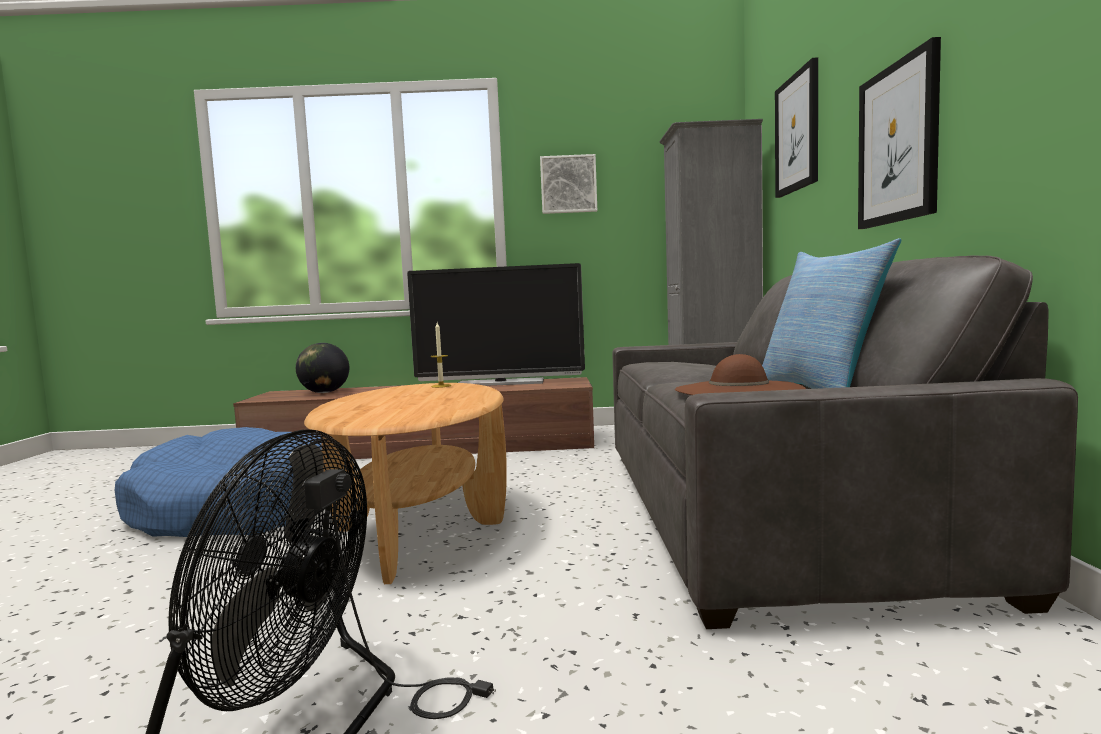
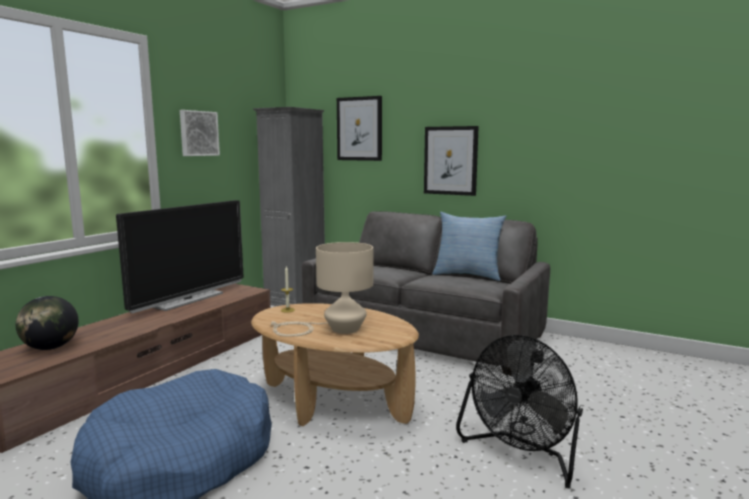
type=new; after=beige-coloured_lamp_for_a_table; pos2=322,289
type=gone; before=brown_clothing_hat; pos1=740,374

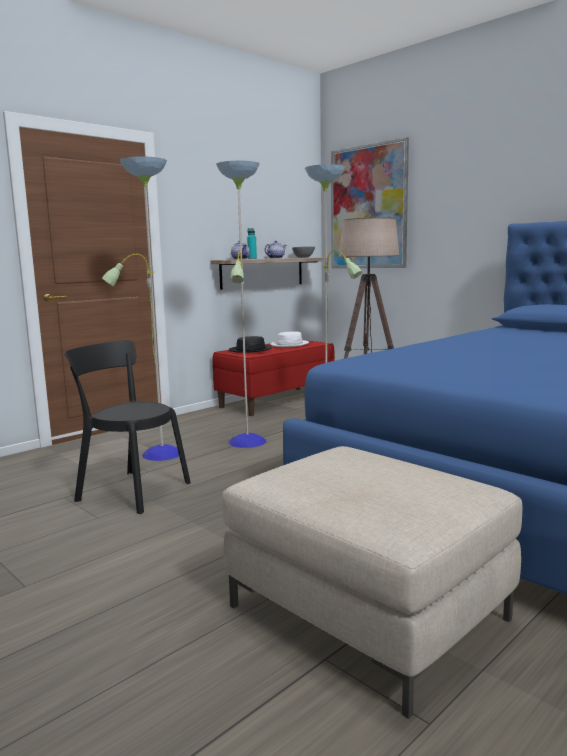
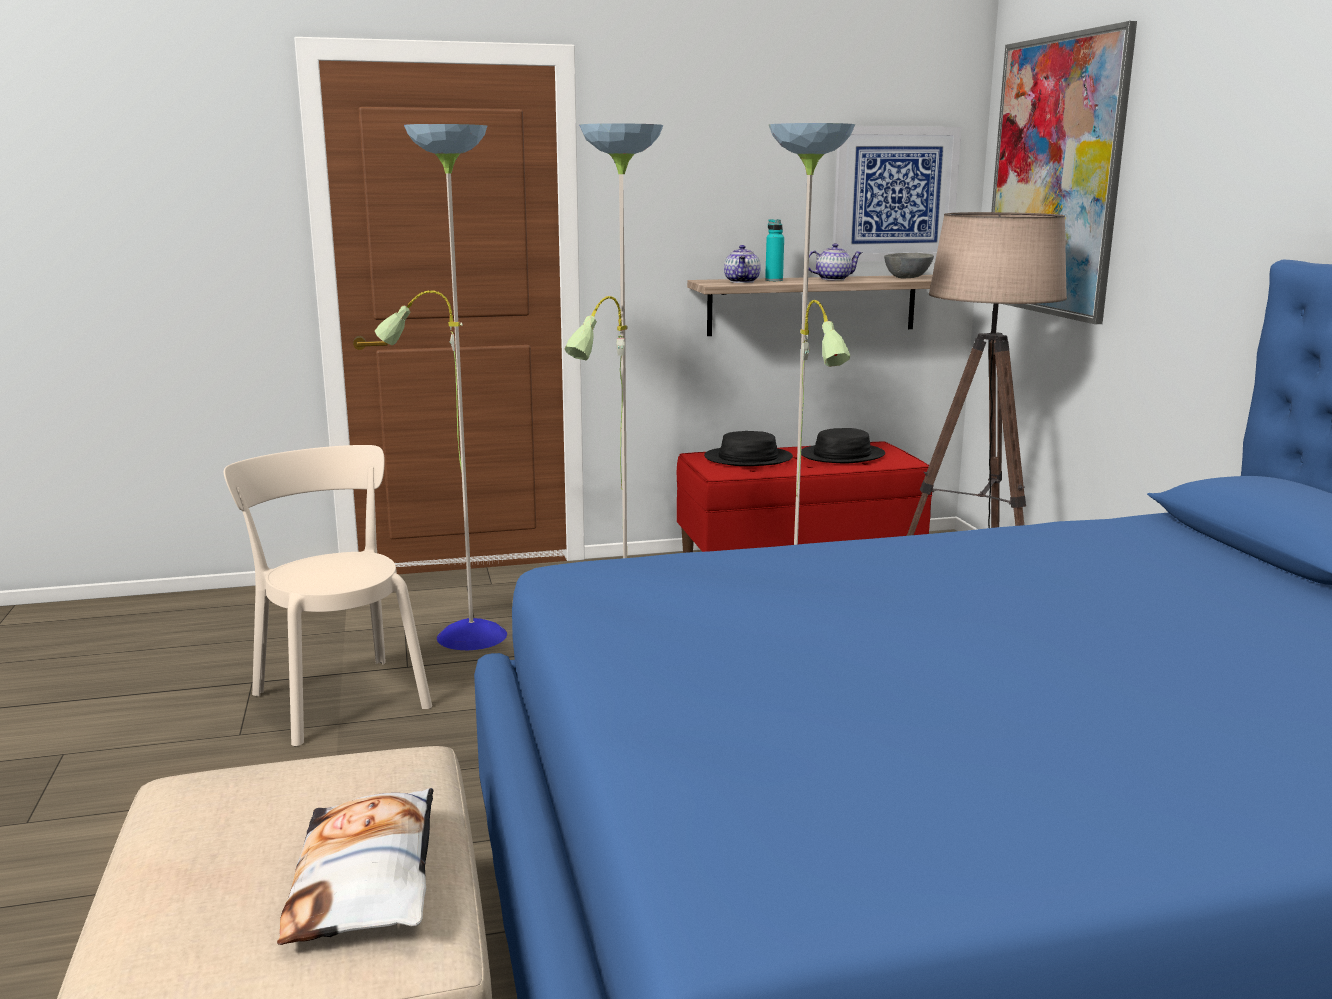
type=repainted; before=blackish_upright_chair; after=beige-coloured_upright_chair; pos1=127,427; pos2=328,596
type=new; after=throw_pillow; pos2=355,866
type=repainted; before=white_clothing_hat; after=blackish_clothing_hat; pos1=289,339; pos2=843,445
type=new; after=picture; pos2=897,193

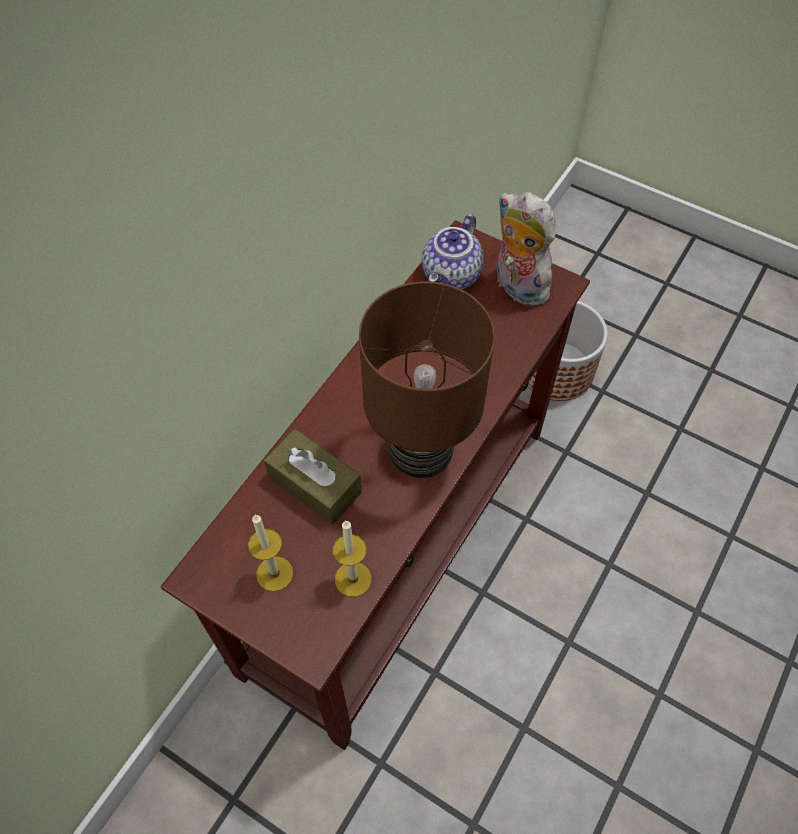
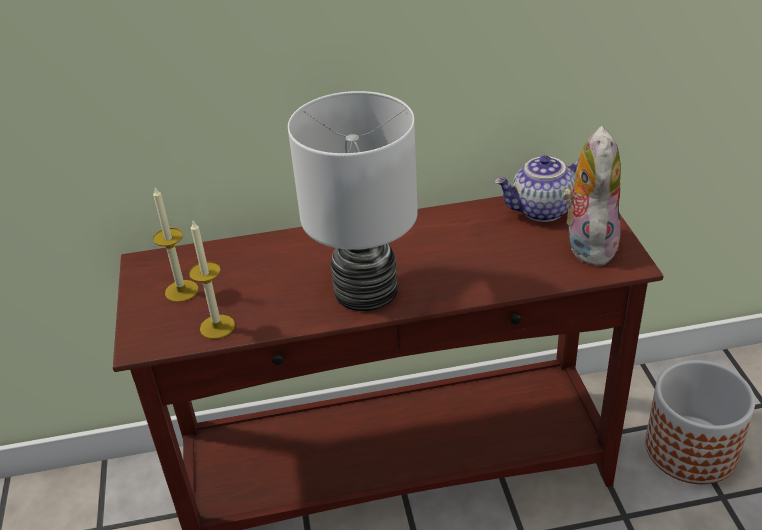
type=repainted; before=brown_lamp_for_a_table; after=white_lamp_for_a_table; pos1=427,379; pos2=353,201
type=gone; before=brown_tissue_box; pos1=313,477

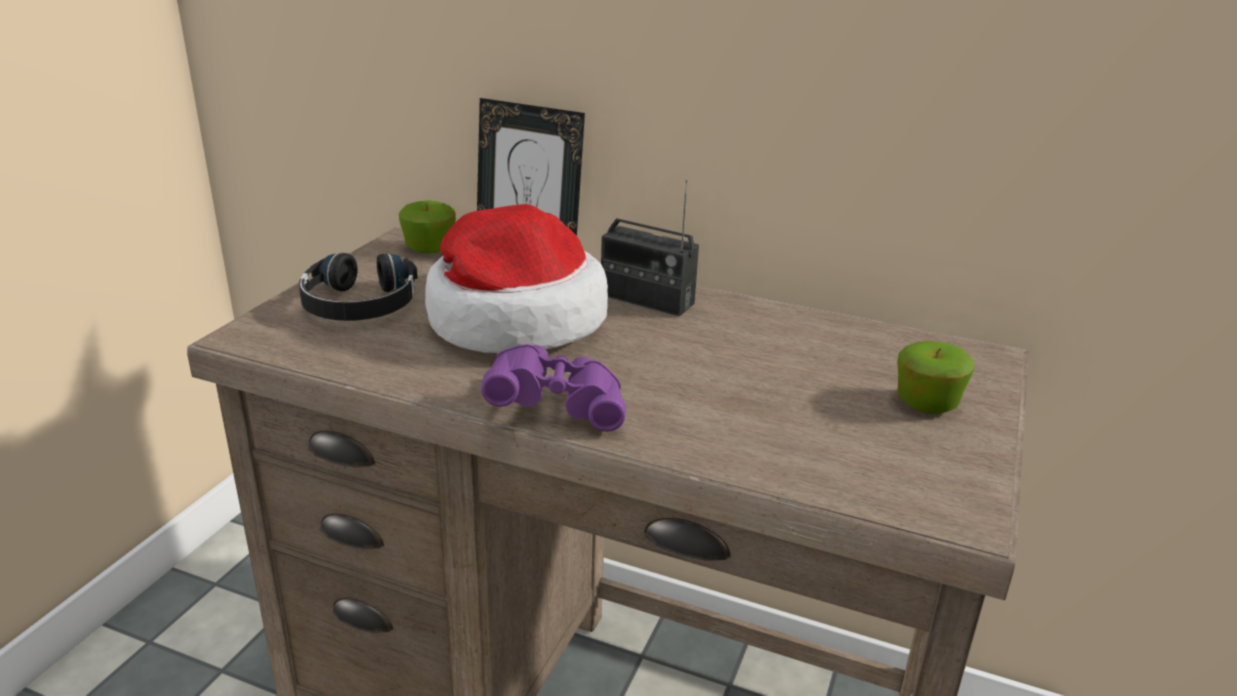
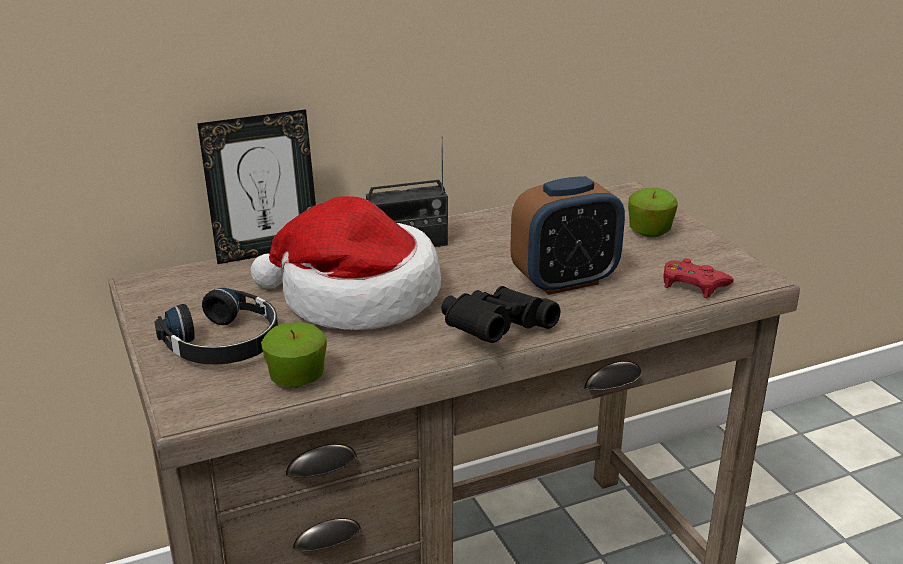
type=shifted; before=whole_apple; pos1=427,227; pos2=294,354
type=repainted; before=purple-coloured_binoculars; after=blackish_binoculars; pos1=553,388; pos2=500,314
type=new; after=alarm_clock; pos2=567,235
type=new; after=red_joypad; pos2=699,278

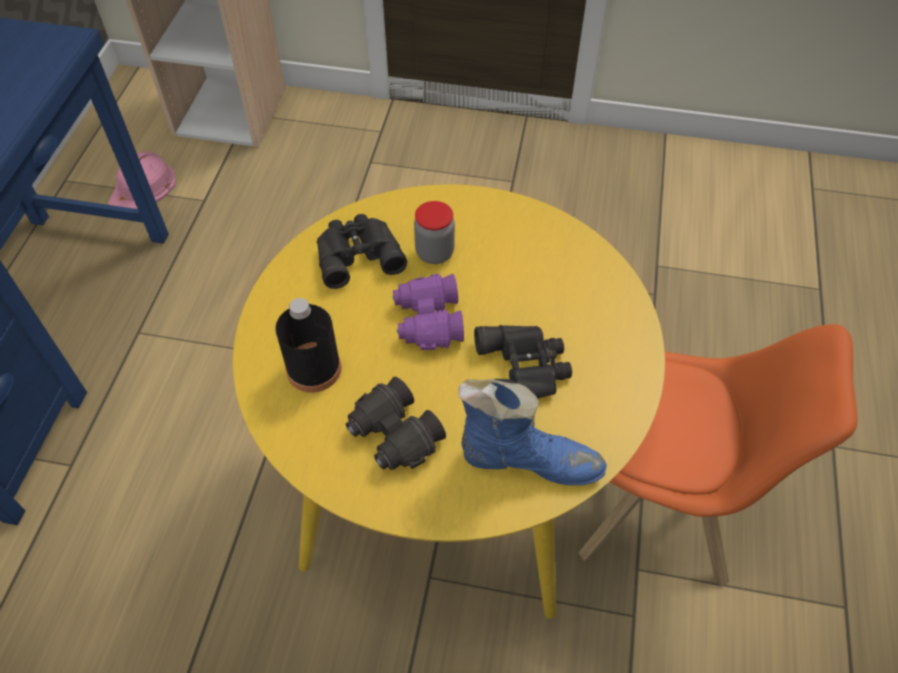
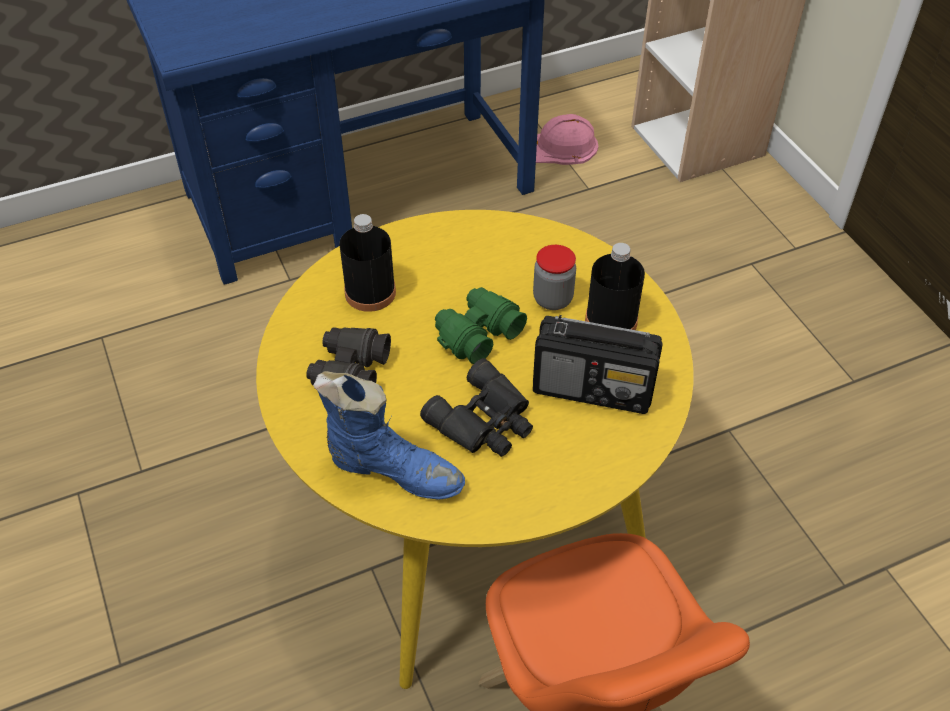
type=rotated; before=bluish_boot; pos1=533,432; pos2=389,435; turn=-45
type=repainted; before=purple-coloured_binoculars; after=green_binoculars; pos1=428,311; pos2=481,325
type=new; after=radio; pos2=597,364
type=new; after=blackish_drink_bottle; pos2=615,286
type=gone; before=blackish_binoculars; pos1=362,251

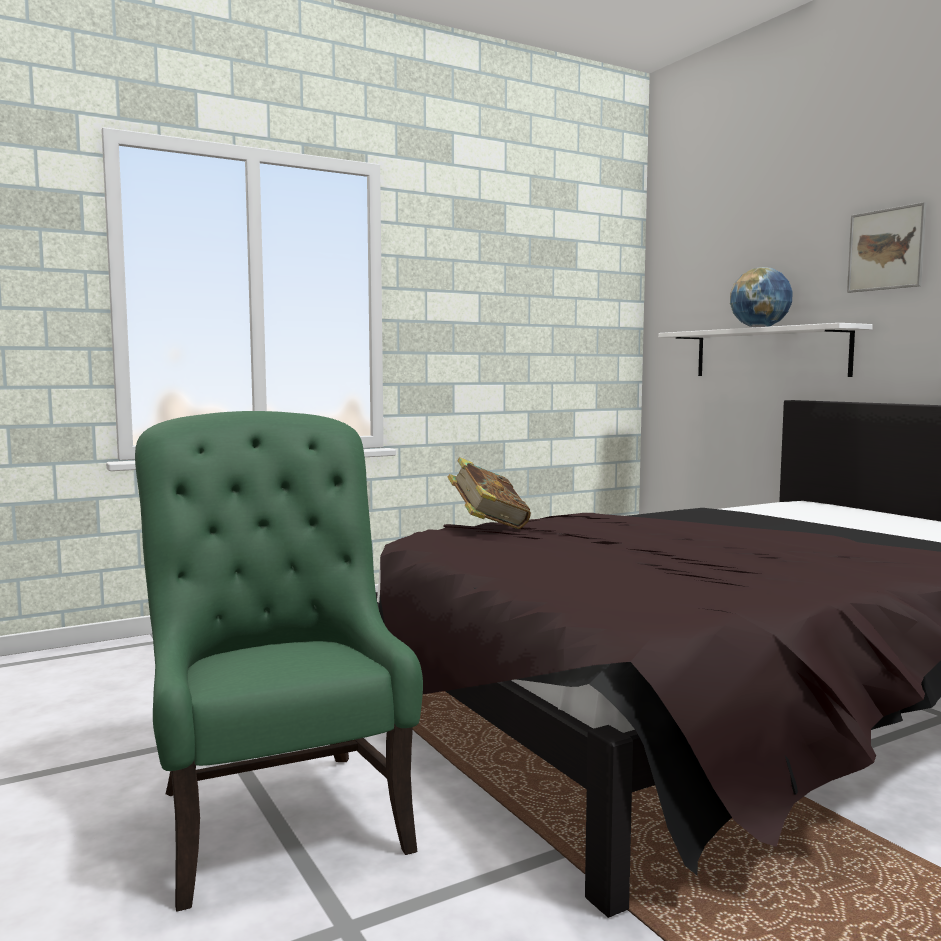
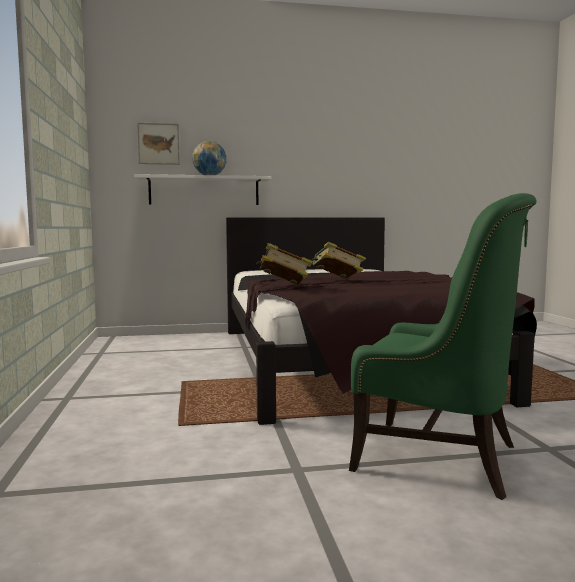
type=shifted; before=picture; pos1=887,247; pos2=158,144
type=new; after=book; pos2=339,260
type=rotated; before=green_upright_chair; pos1=279,661; pos2=443,346; turn=-150

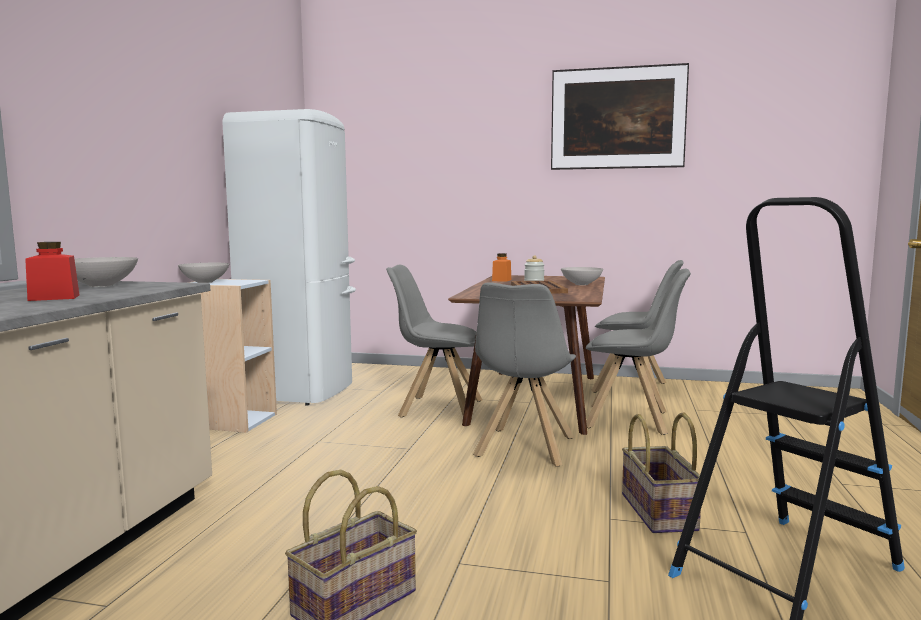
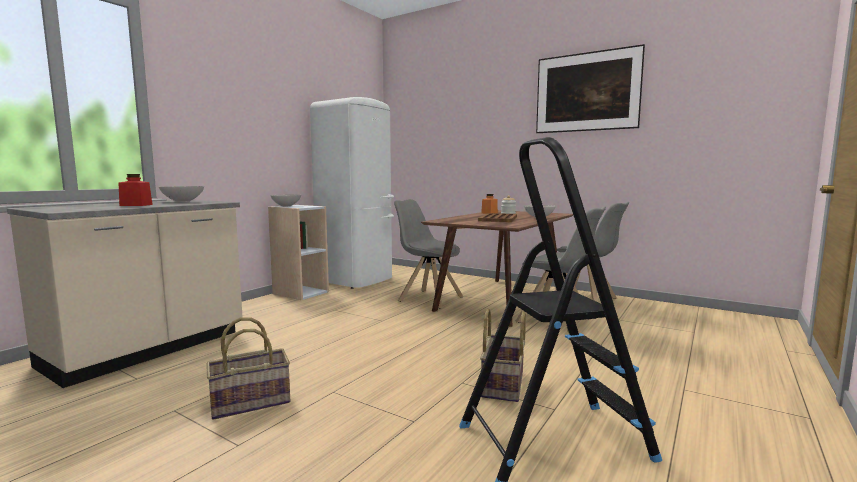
type=gone; before=grey_upright_chair; pos1=524,374

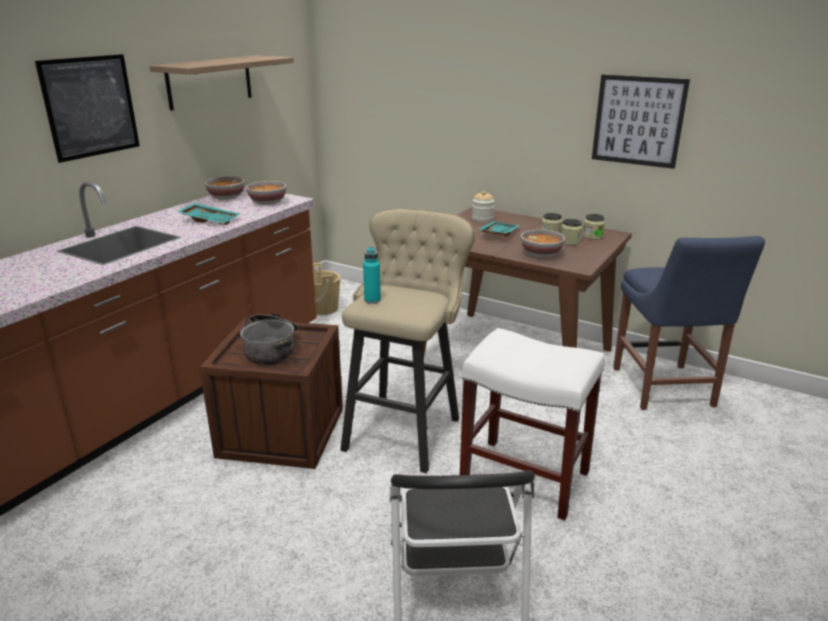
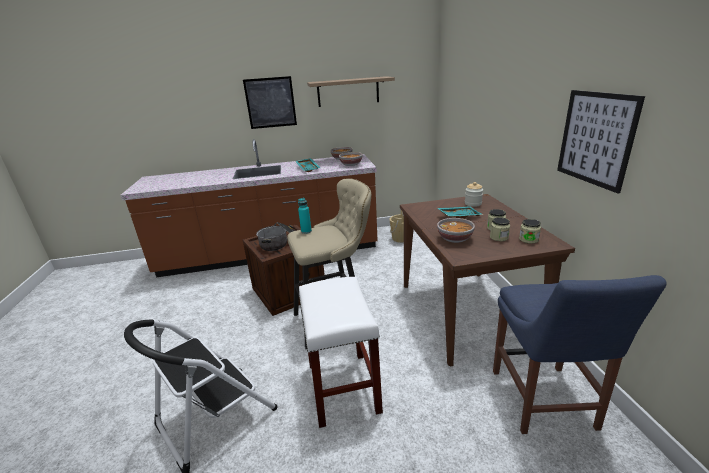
type=rotated; before=bluish_upright_chair; pos1=689,323; pos2=580,354; turn=-45

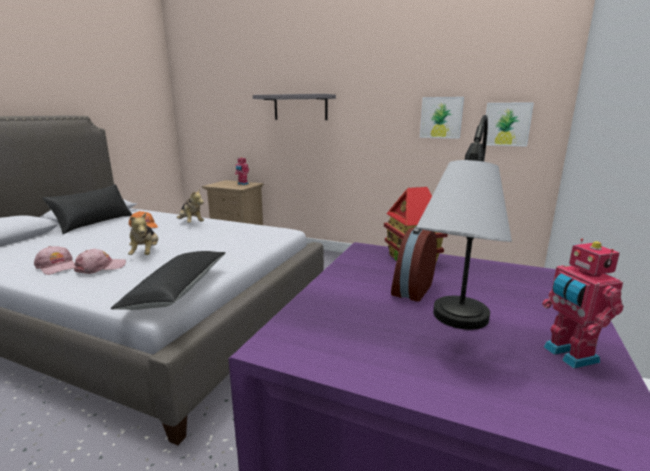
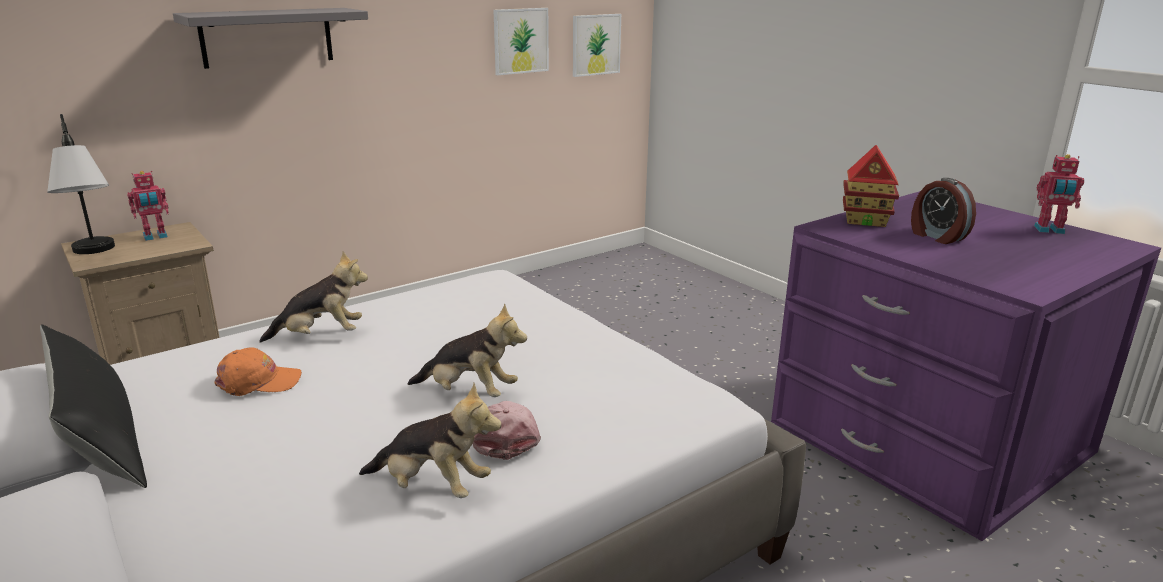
type=shifted; before=lamp_for_a_table; pos1=464,222; pos2=81,184
type=swapped; before=pink-coloured_peaked_cap; after=cuddly_toy; pos1=55,260; pos2=430,440
type=gone; before=blackish_throw_pillow; pos1=168,280

